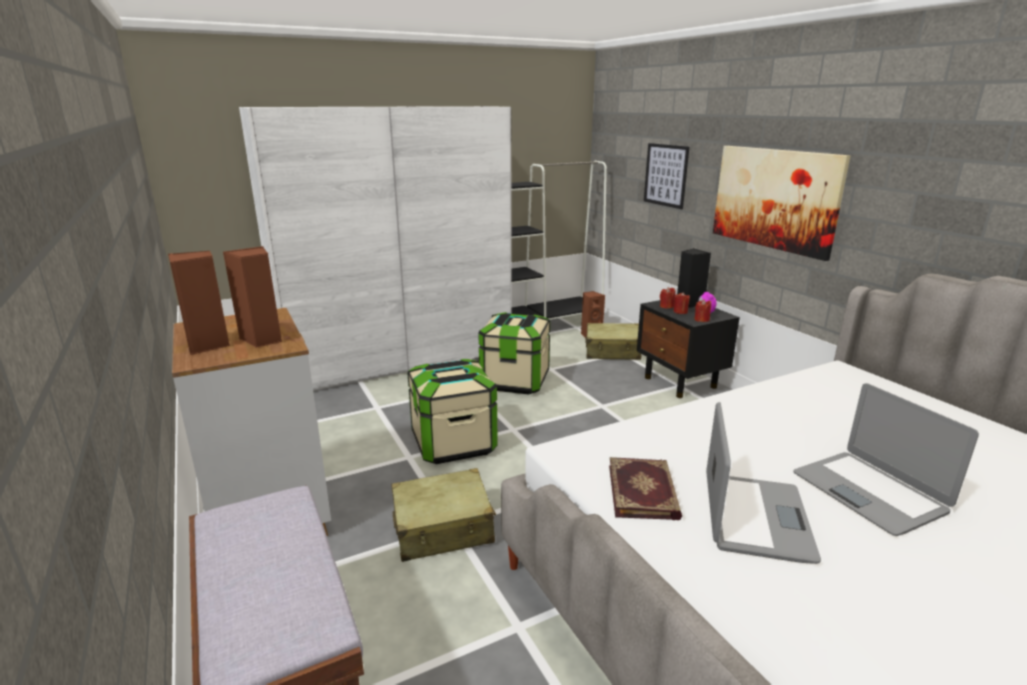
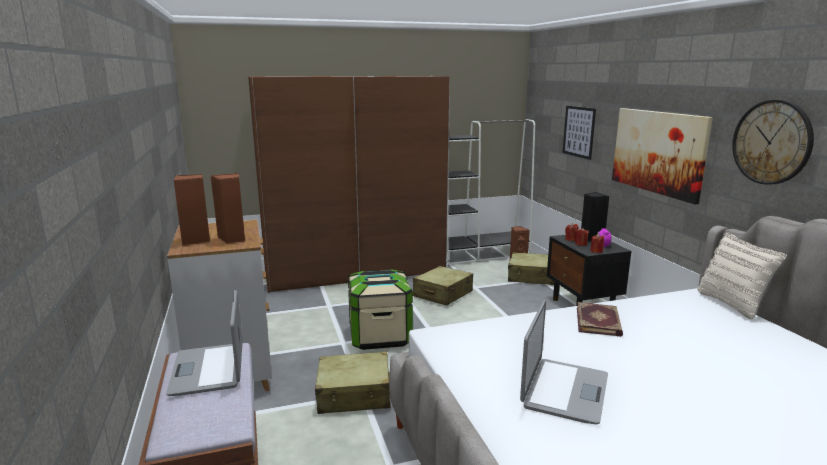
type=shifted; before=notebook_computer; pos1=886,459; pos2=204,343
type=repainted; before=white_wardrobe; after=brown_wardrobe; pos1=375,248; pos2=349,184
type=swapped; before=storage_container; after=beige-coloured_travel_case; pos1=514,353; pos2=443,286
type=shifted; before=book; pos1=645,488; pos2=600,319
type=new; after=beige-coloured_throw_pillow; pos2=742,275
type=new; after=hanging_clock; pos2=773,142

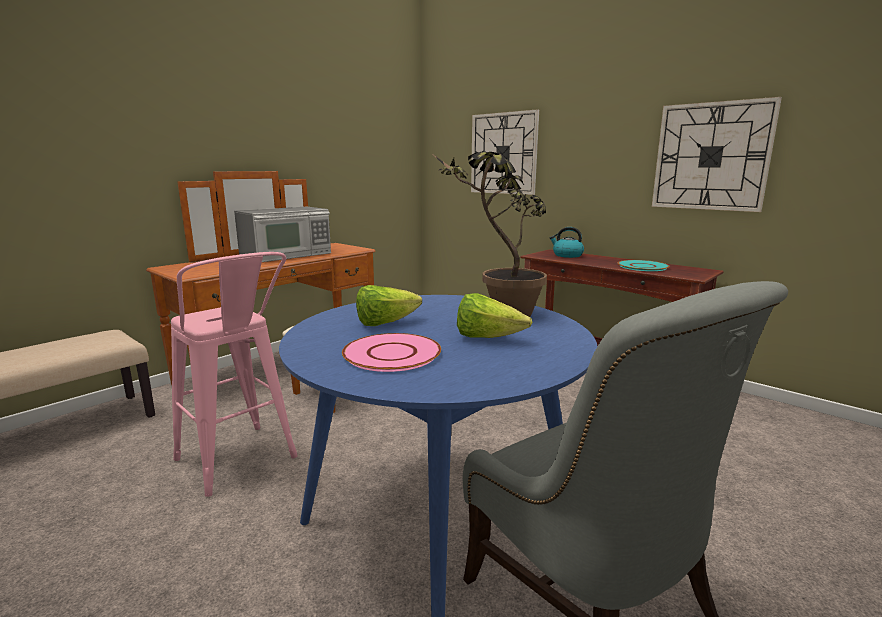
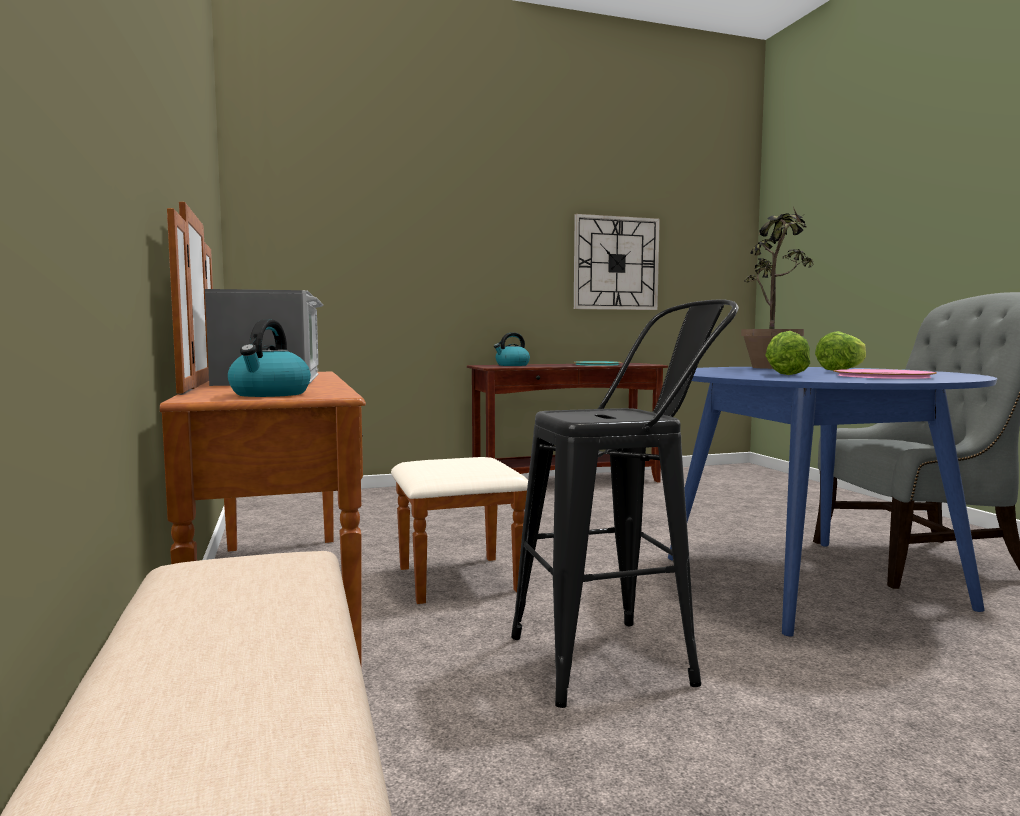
type=new; after=kettle; pos2=269,358
type=repainted; before=pink-coloured_stool; after=blackish_stool; pos1=234,374; pos2=625,503
type=gone; before=hanging_clock; pos1=505,152

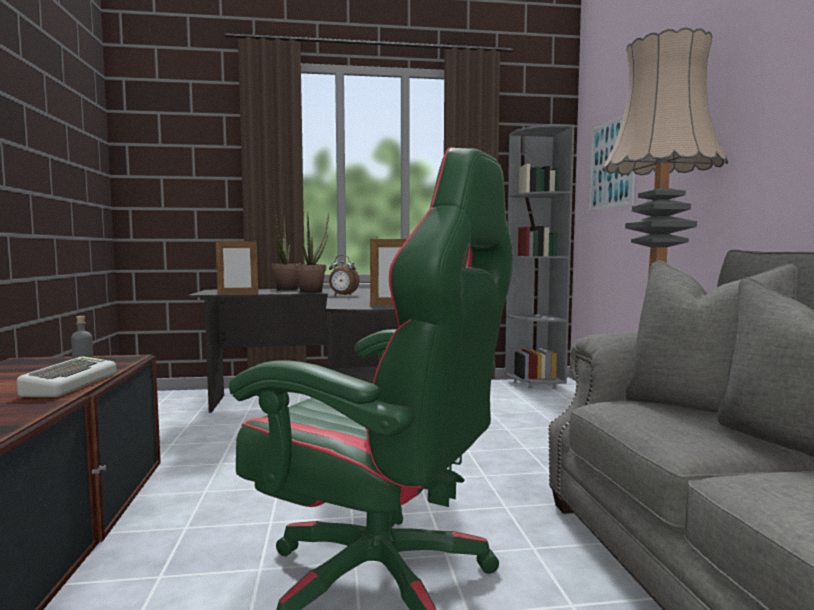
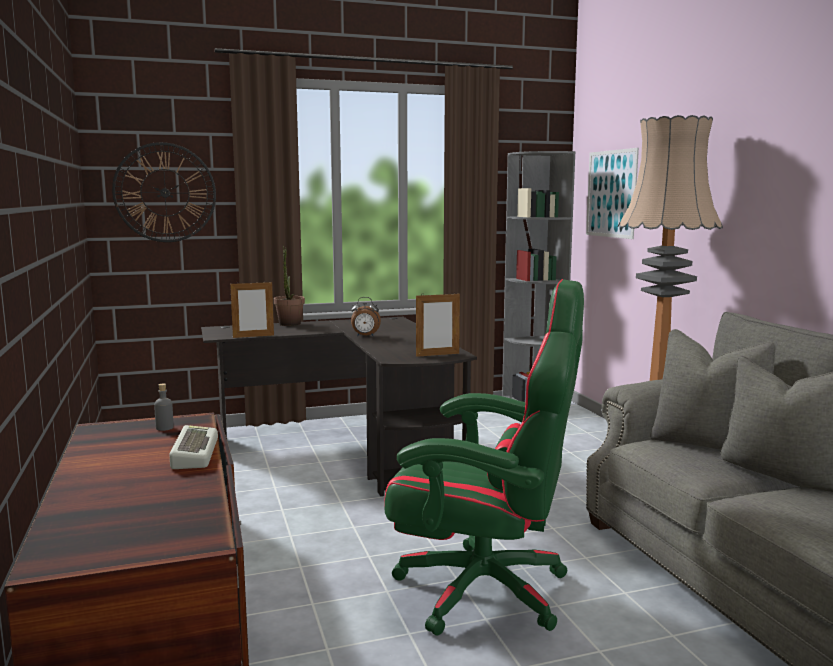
type=new; after=hanging_clock; pos2=164,192
type=gone; before=houseplant; pos1=312,252

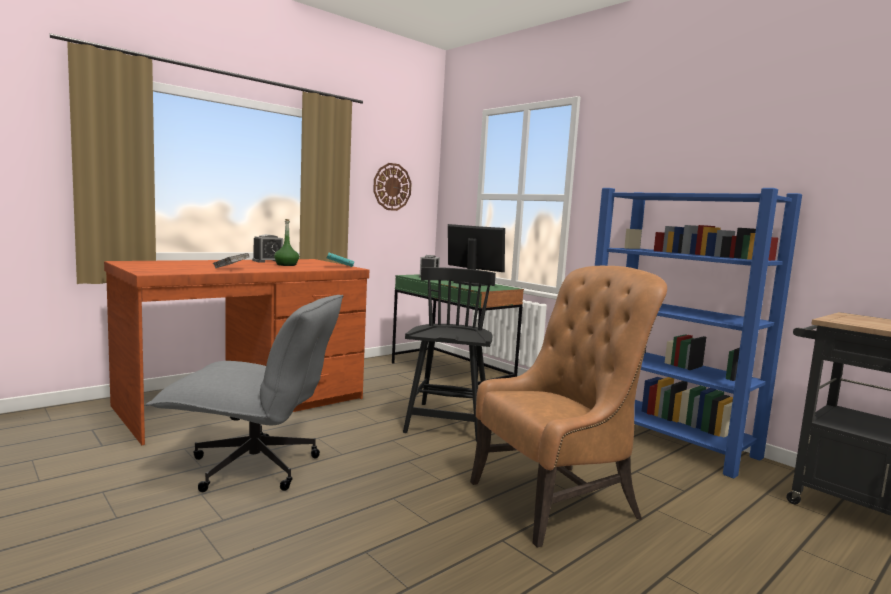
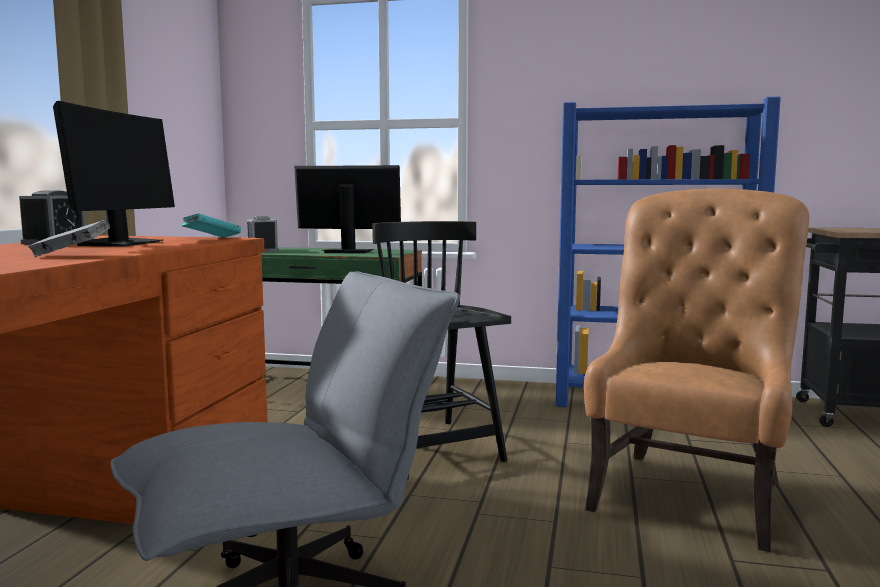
type=swapped; before=green_drink_bottle; after=monitor; pos1=286,242; pos2=114,174
type=gone; before=hanging_clock; pos1=392,187

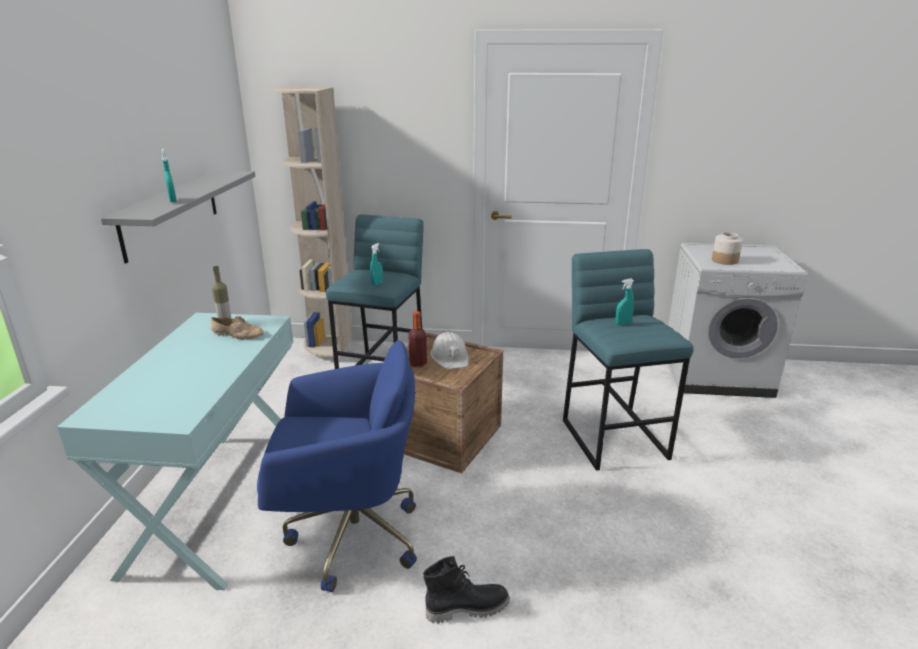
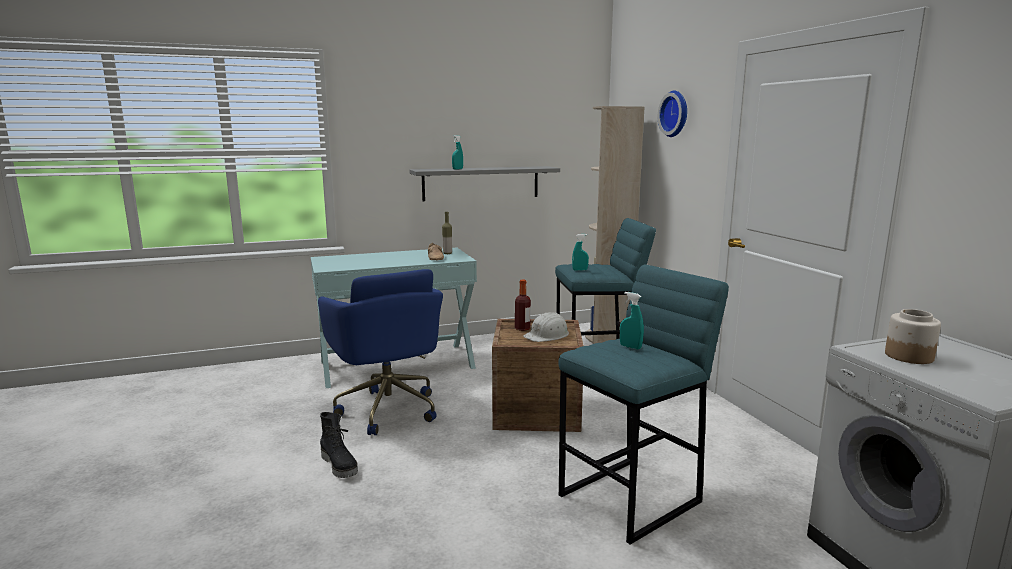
type=new; after=hanging_clock; pos2=672,113

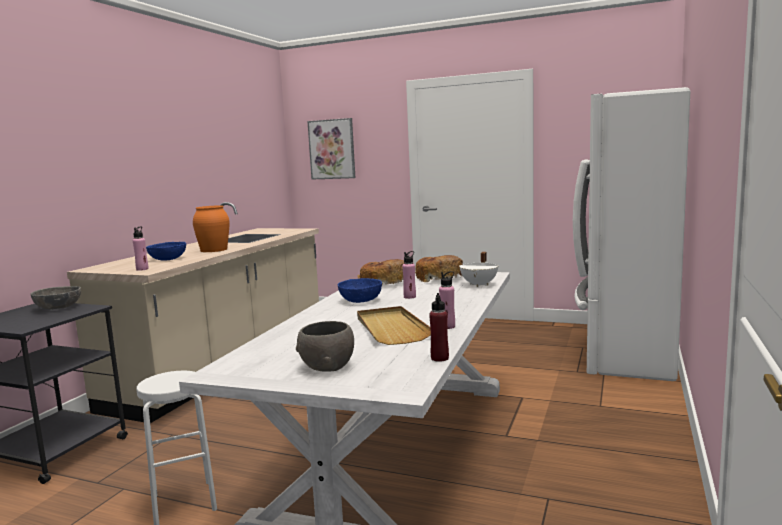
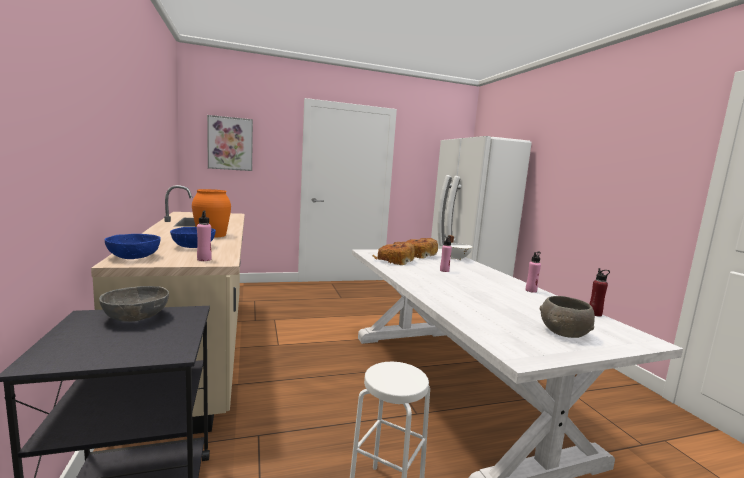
type=shifted; before=bluish_deep_dish; pos1=360,290; pos2=133,246
type=gone; before=beige-coloured_serving_tray; pos1=394,325

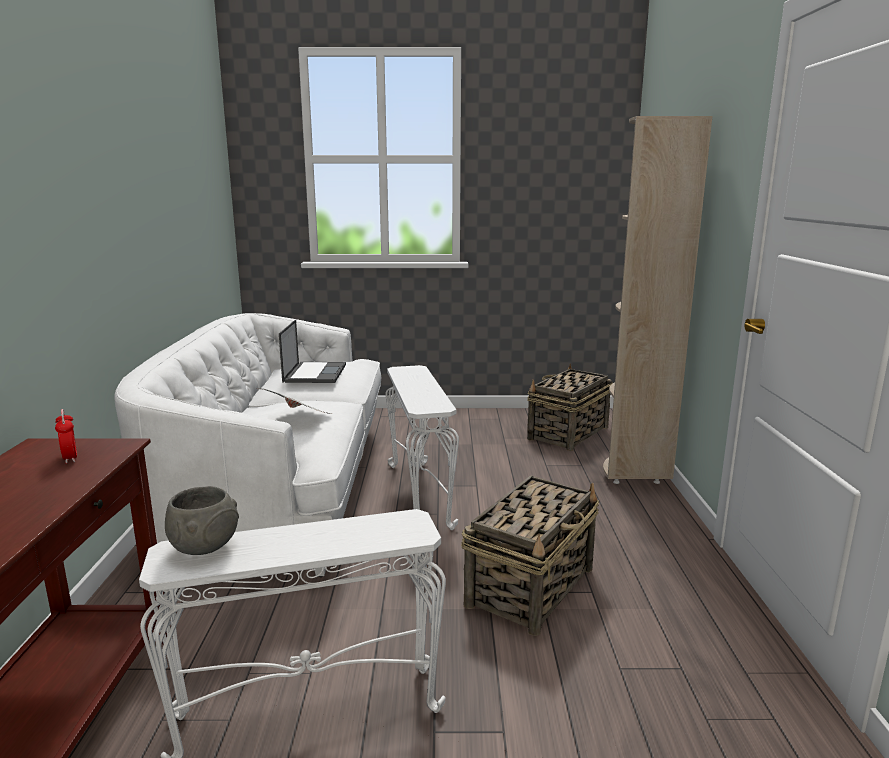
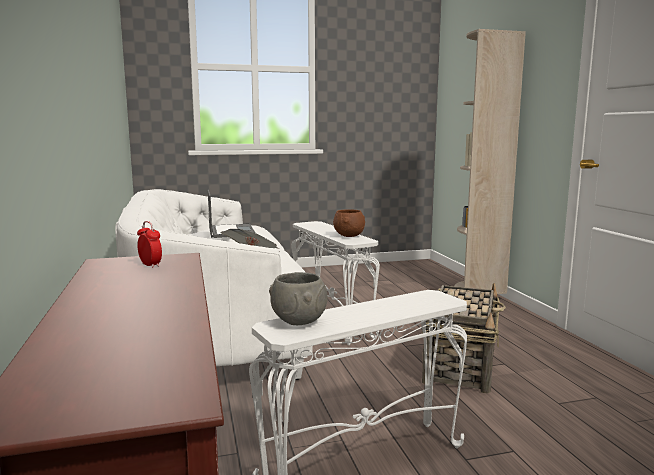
type=new; after=brown_deep_dish; pos2=349,223
type=gone; before=storage_basket; pos1=570,407

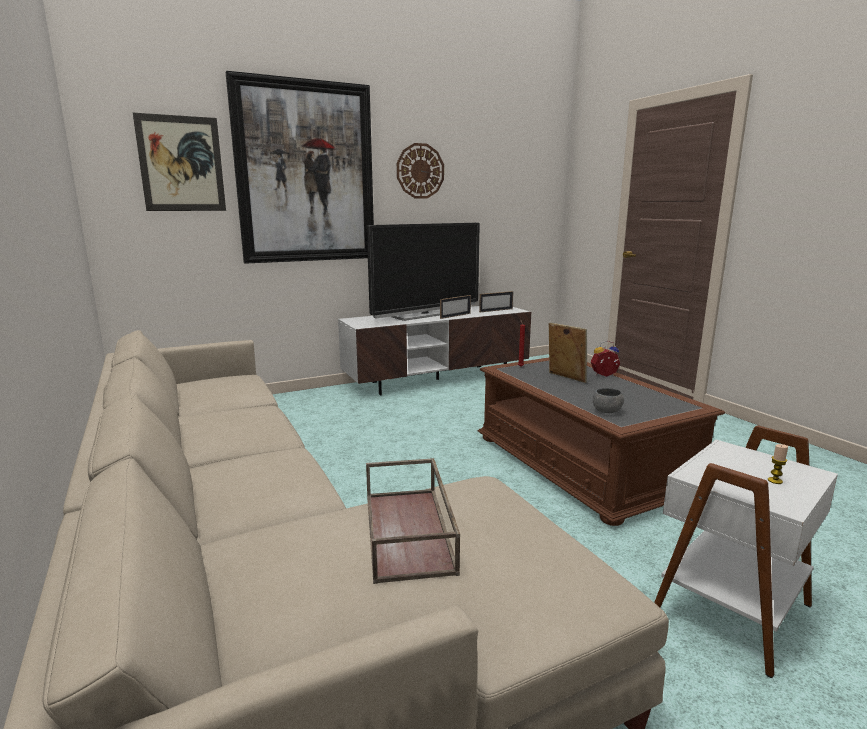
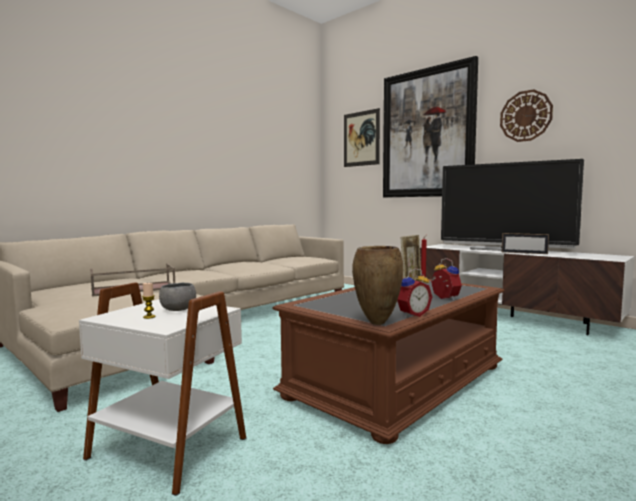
type=shifted; before=grey_deep_dish; pos1=608,400; pos2=177,297
type=new; after=brown_flower_vase; pos2=377,285
type=new; after=alarm_clock; pos2=414,292
type=gone; before=standing_frame; pos1=496,301

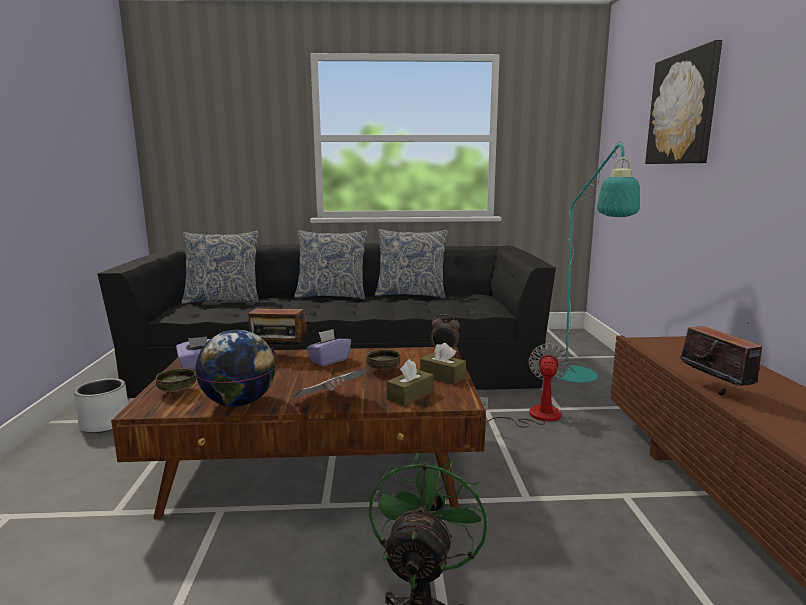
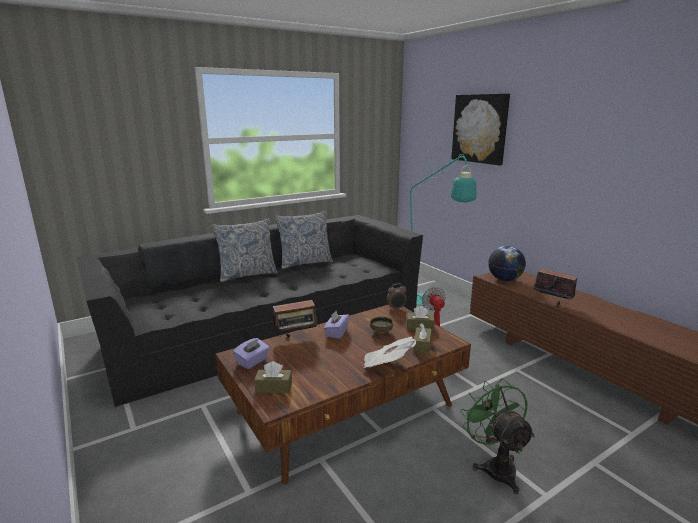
type=swapped; before=deep_dish; after=brown_tissue_box; pos1=175,381; pos2=273,377
type=shifted; before=world_globe; pos1=235,368; pos2=507,263
type=gone; before=grey_plant_pot; pos1=101,405
type=gone; before=throw_pillow; pos1=220,267

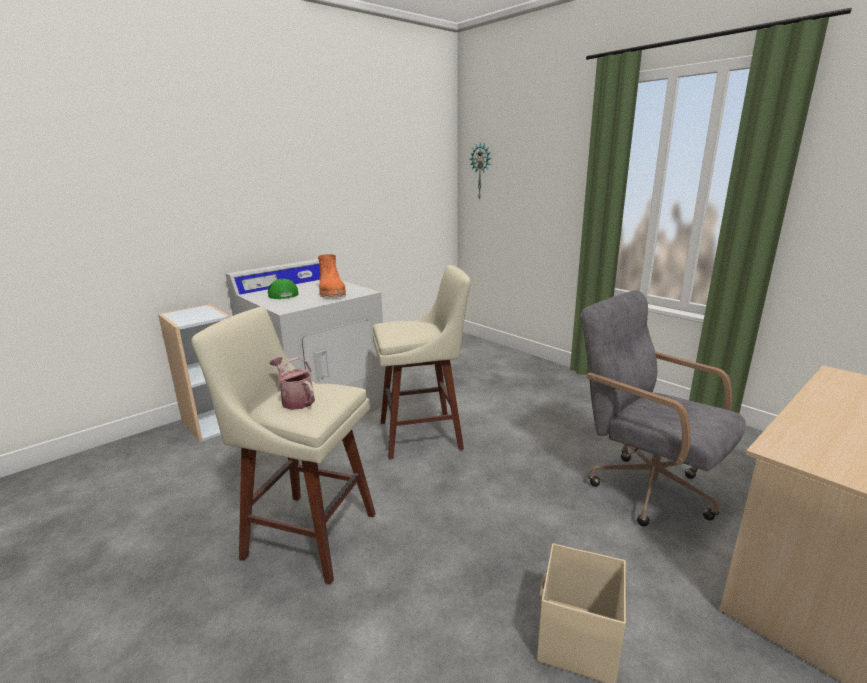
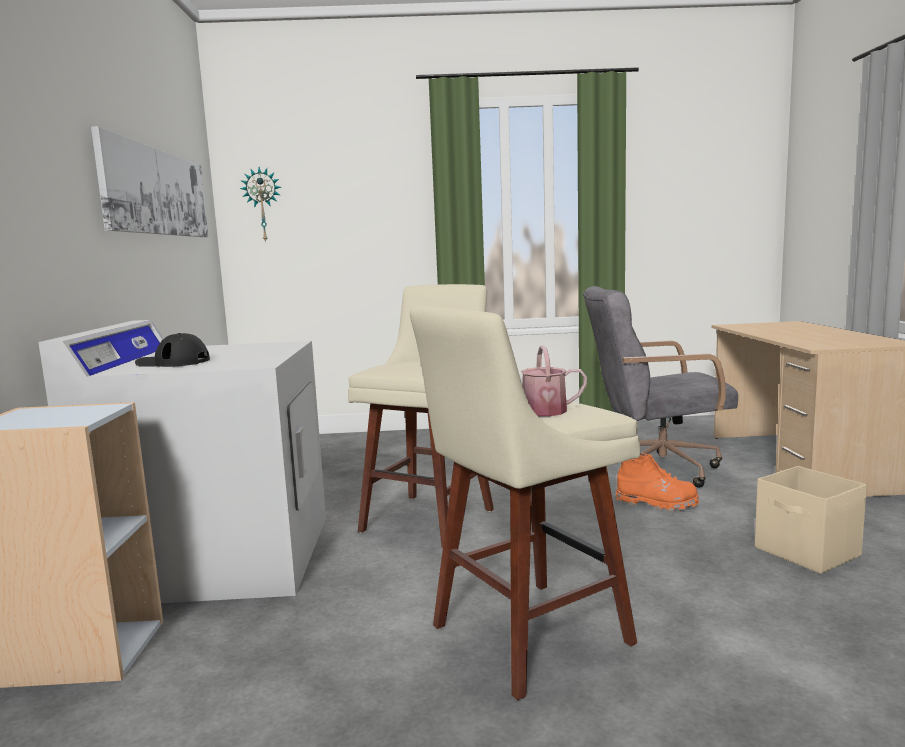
type=new; after=picture; pos2=149,181
type=repainted; before=green_peaked_cap; after=blackish_peaked_cap; pos1=283,289; pos2=172,350
type=shifted; before=orange-coloured_boot; pos1=332,276; pos2=657,482

